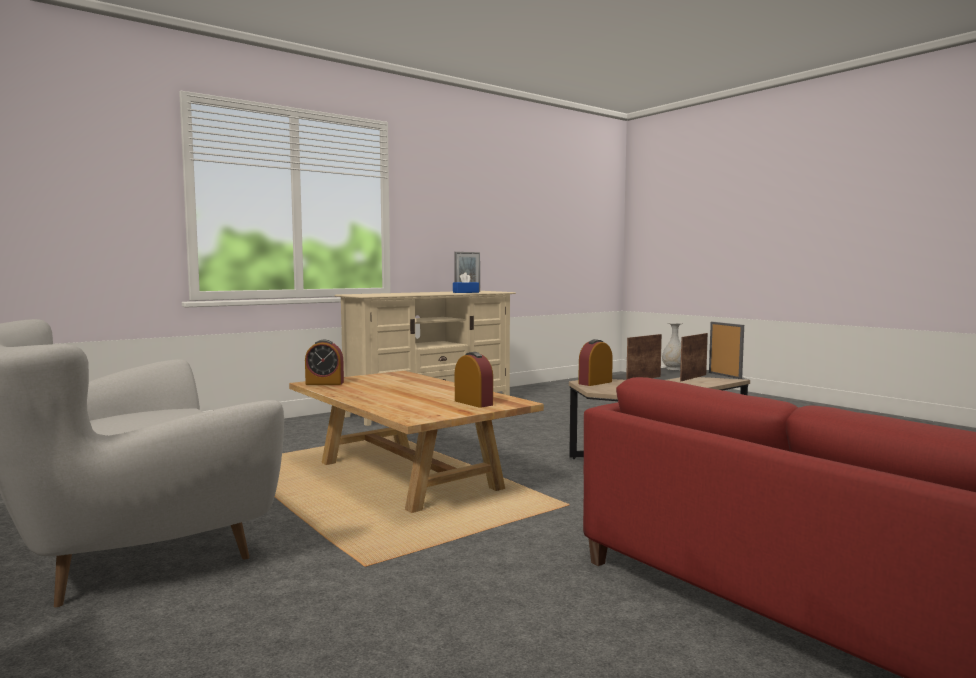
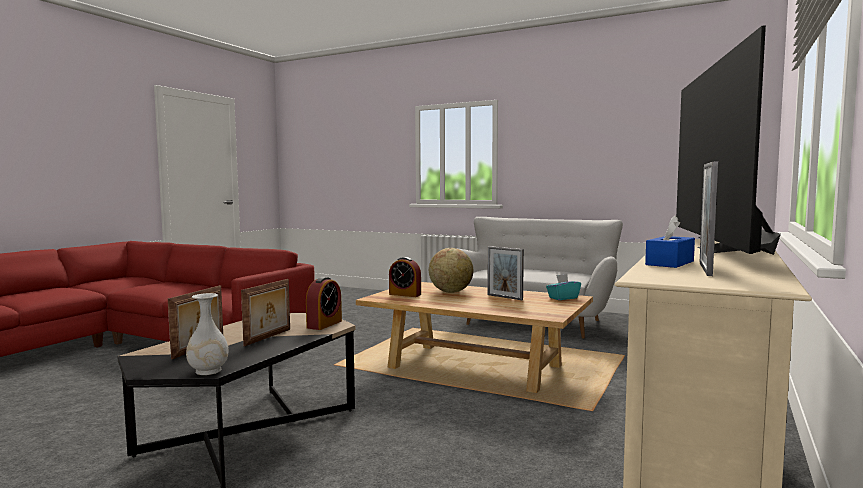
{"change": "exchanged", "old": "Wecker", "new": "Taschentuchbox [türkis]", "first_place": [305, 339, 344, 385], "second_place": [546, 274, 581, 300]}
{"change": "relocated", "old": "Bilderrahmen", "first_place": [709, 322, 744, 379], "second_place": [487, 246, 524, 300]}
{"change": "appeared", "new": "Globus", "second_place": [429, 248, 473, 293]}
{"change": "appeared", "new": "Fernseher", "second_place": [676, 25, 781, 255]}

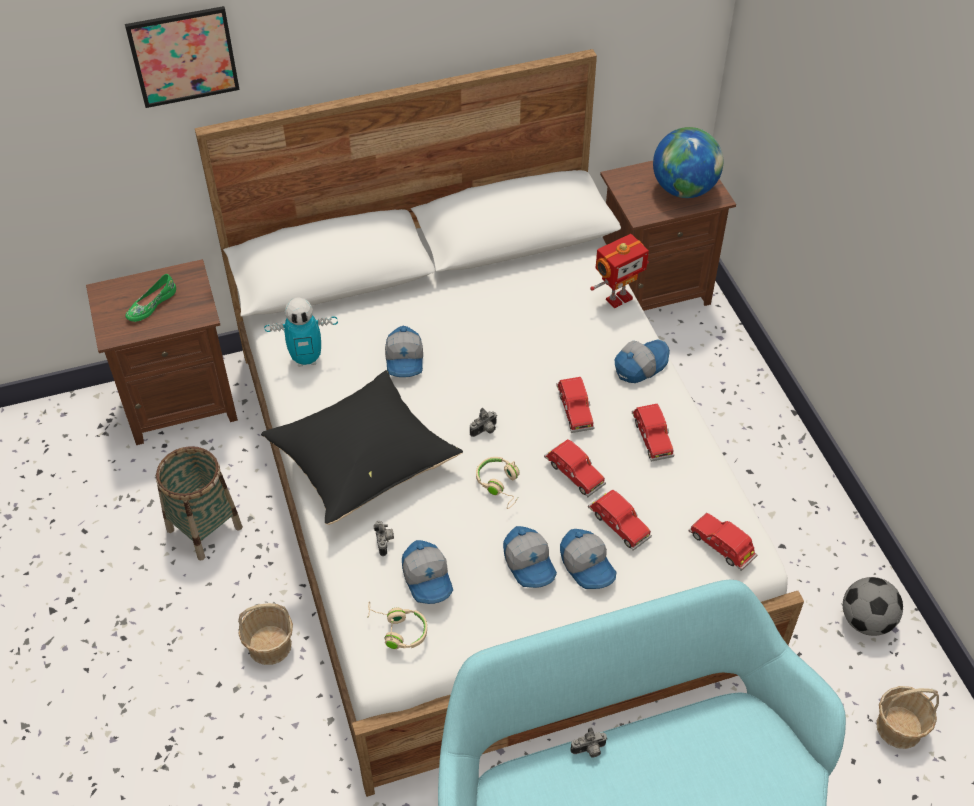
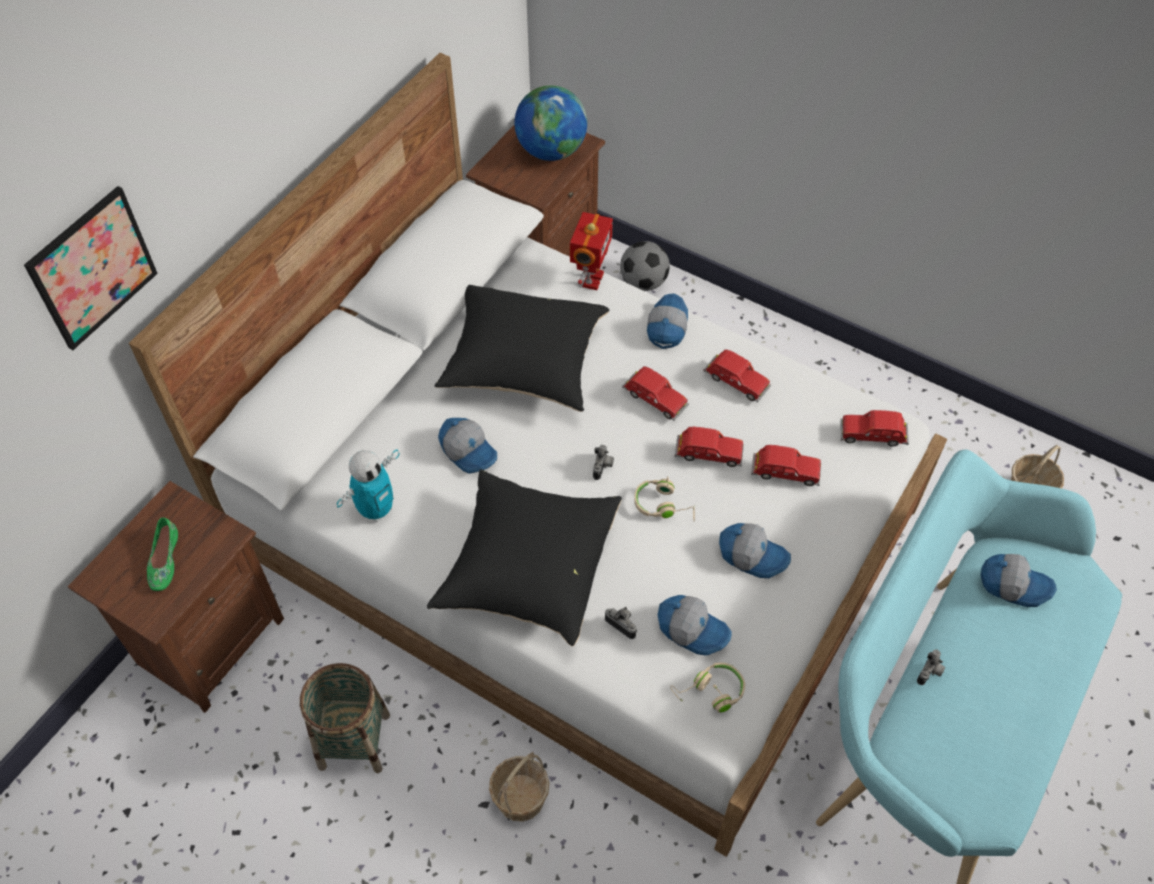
{"change": "relocated", "old": "Kappe", "first_place": [560, 529, 616, 589], "second_place": [981, 554, 1057, 607]}
{"change": "relocated", "old": "Fußball", "first_place": [843, 577, 903, 636], "second_place": [620, 241, 670, 291]}
{"change": "appeared", "new": "Kissen [schwarz]", "second_place": [435, 285, 610, 412]}

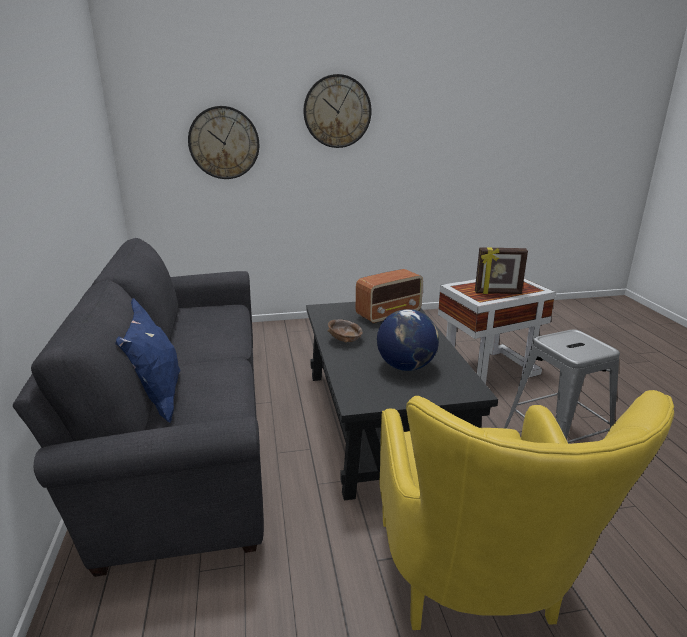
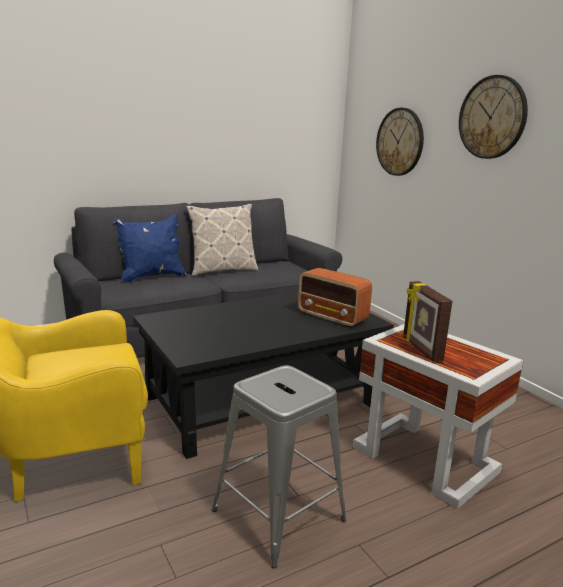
{"change": "missing", "old": "Schüssel [braun]", "first_place": [327, 320, 363, 343]}
{"change": "missing", "old": "Globus", "first_place": [377, 309, 439, 371]}
{"change": "appeared", "new": "Kissen", "second_place": [186, 204, 258, 276]}

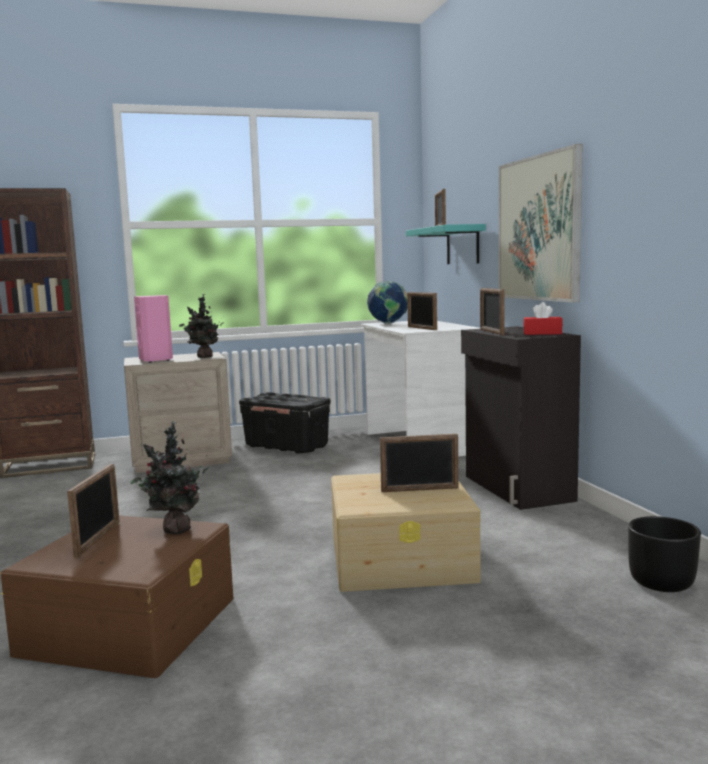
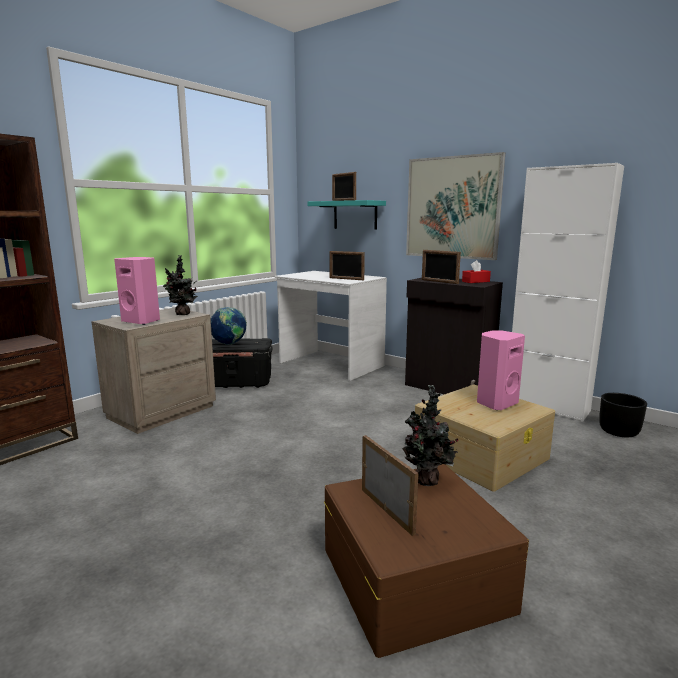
{"change": "relocated", "old": "Globus", "first_place": [367, 281, 408, 324], "second_place": [211, 307, 247, 345]}
{"change": "exchanged", "old": "Bilderrahmen", "new": "Lautsprecher [rosa]", "first_place": [380, 434, 459, 492], "second_place": [477, 330, 525, 410]}
{"change": "appeared", "new": "Schrank [weiß]", "second_place": [512, 163, 624, 422]}

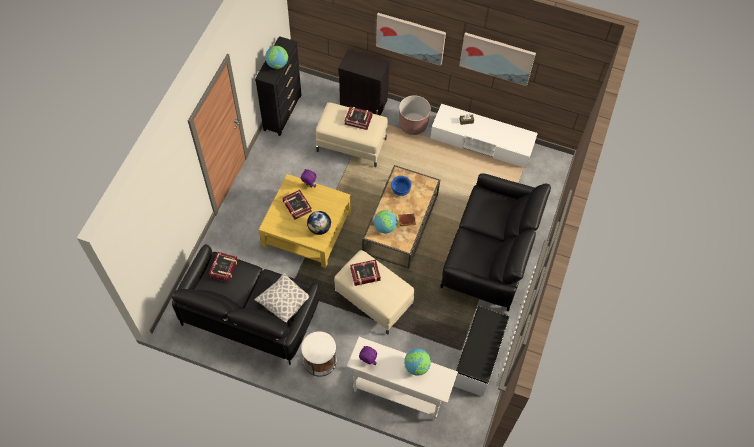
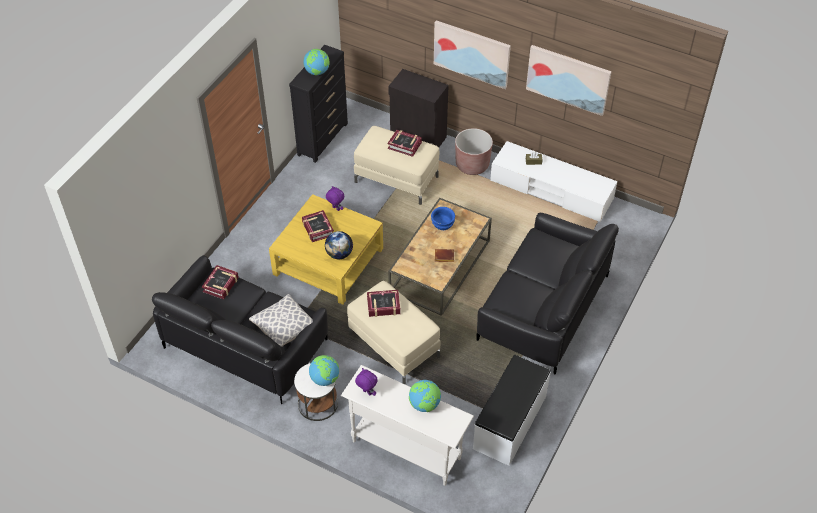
{"change": "relocated", "old": "Globus", "first_place": [374, 210, 397, 234], "second_place": [309, 355, 339, 386]}

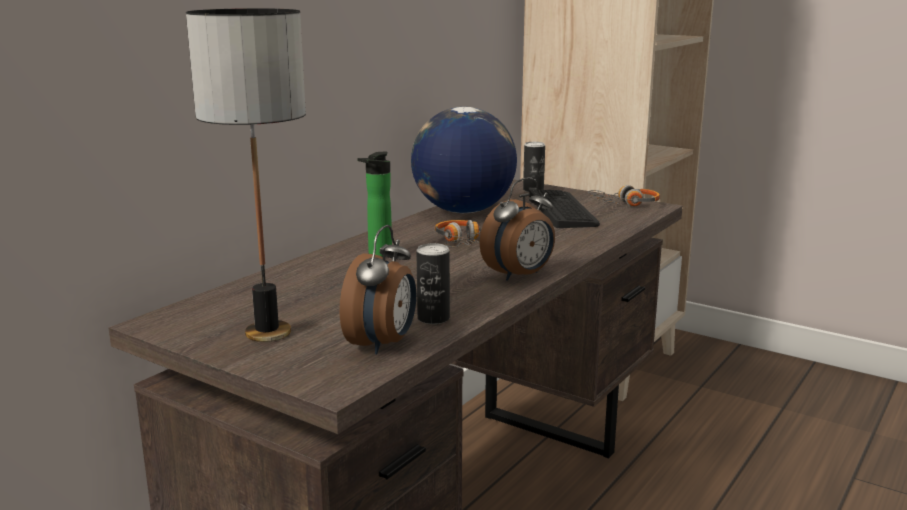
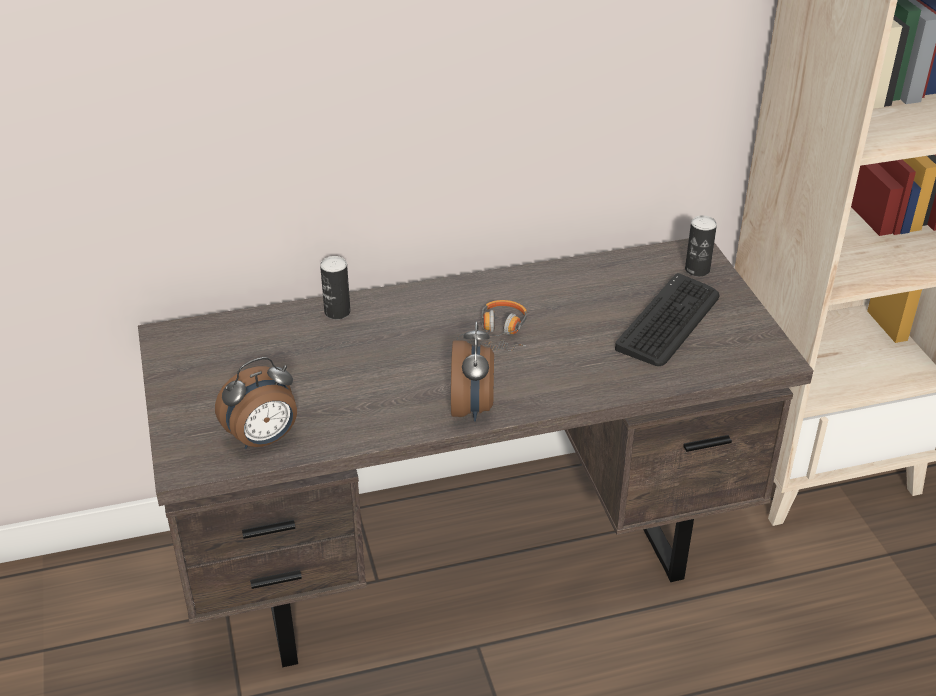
{"change": "missing", "old": "Tischlampe", "first_place": [186, 8, 306, 342]}
{"change": "missing", "old": "Flasche", "first_place": [357, 152, 392, 257]}
{"change": "missing", "old": "Globus", "first_place": [411, 107, 517, 213]}
{"change": "relocated", "old": "Dose", "first_place": [416, 243, 450, 324], "second_place": [320, 256, 350, 319]}
{"change": "spun", "old": "Wecker", "first_place": [479, 178, 555, 281], "second_place": [451, 321, 494, 422], "degrees": -90}
{"change": "missing", "old": "Kopfhörer", "first_place": [588, 185, 660, 207]}

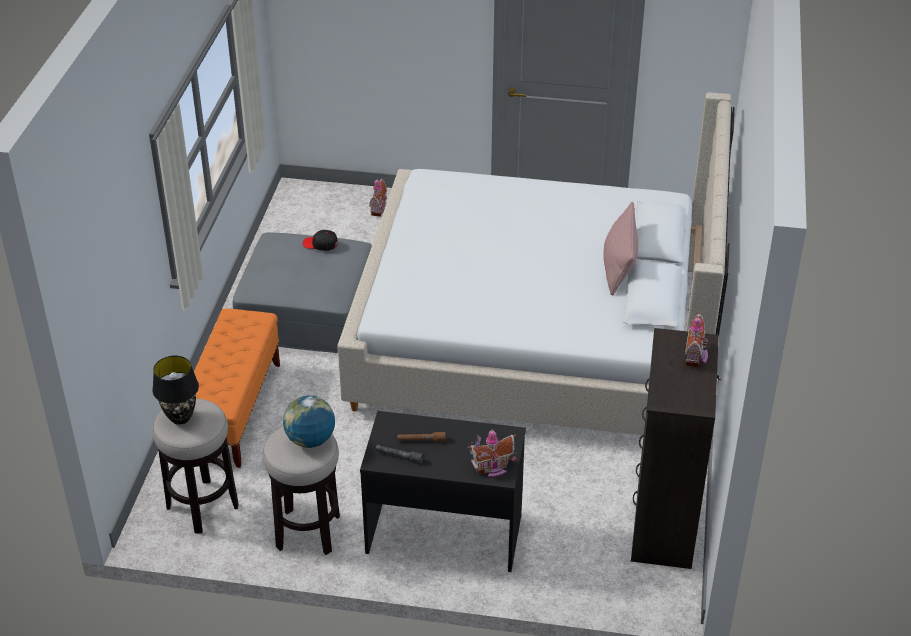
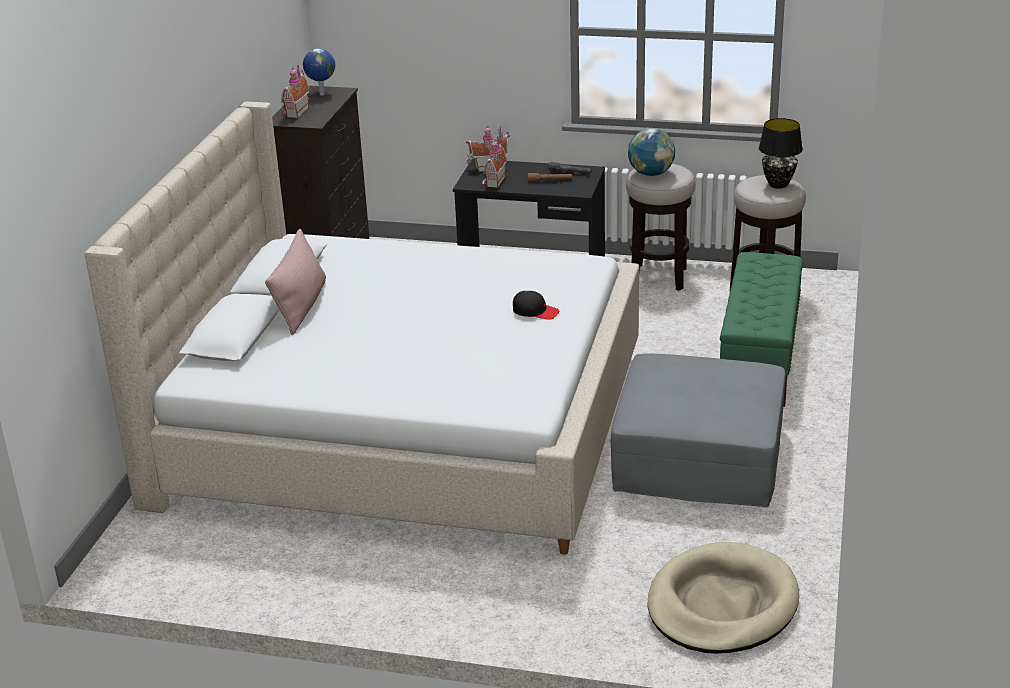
{"change": "colour", "old": "Bank [orange]", "new": "Bank [grün]", "first_place": [194, 309, 280, 468], "second_place": [720, 252, 803, 407]}
{"change": "relocated", "old": "Kappe [schwarz]", "first_place": [303, 230, 338, 251], "second_place": [513, 291, 559, 320]}
{"change": "relocated", "old": "Spielzeughaus", "first_place": [369, 177, 387, 216], "second_place": [482, 136, 507, 188]}
{"change": "appeared", "new": "Globus", "second_place": [303, 48, 335, 96]}
{"change": "appeared", "new": "Hundebett [beige]", "second_place": [647, 542, 799, 654]}

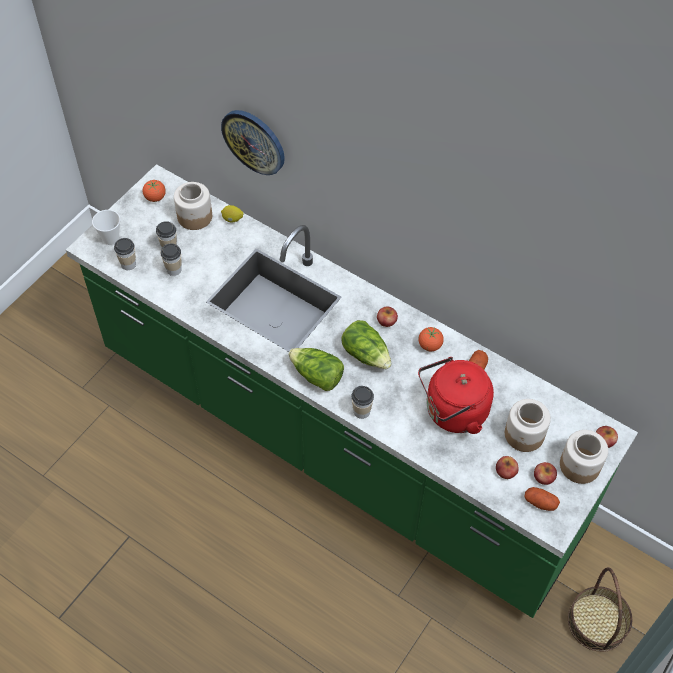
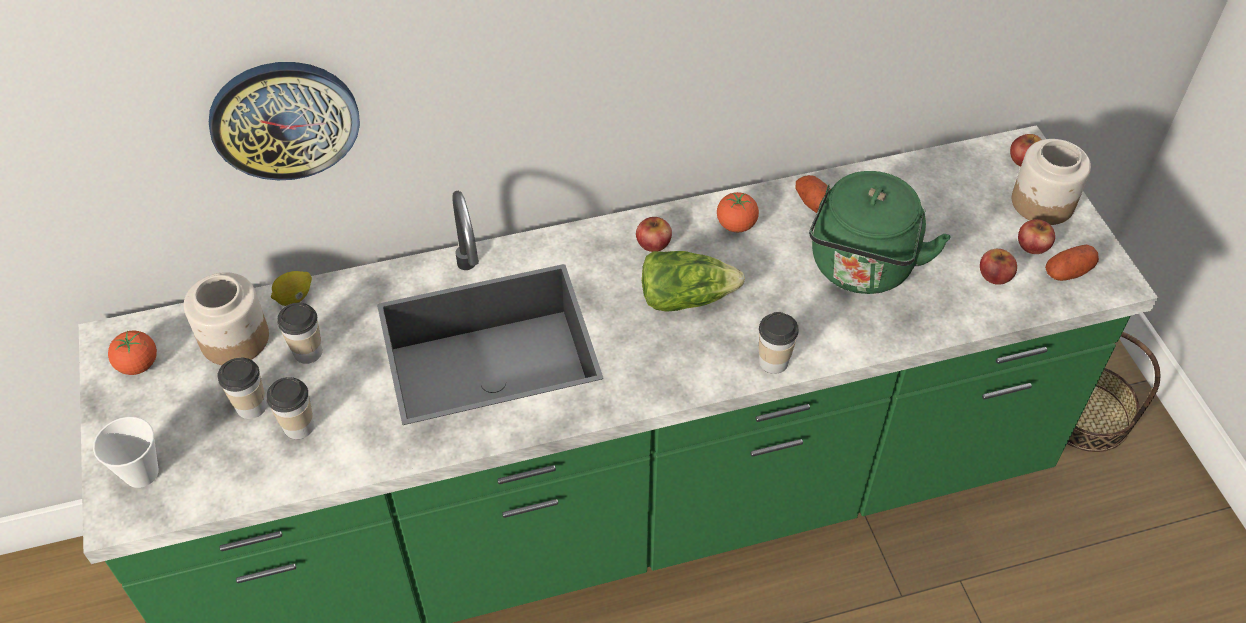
{"change": "relocated", "old": "Tasse", "first_place": [114, 238, 136, 270], "second_place": [278, 303, 322, 364]}
{"change": "missing", "old": "Salatkopf", "first_place": [288, 348, 344, 391]}
{"change": "colour", "old": "Wasserkessel [rot]", "new": "Wasserkessel [grün]", "first_place": [418, 357, 494, 434], "second_place": [809, 171, 951, 294]}
{"change": "missing", "old": "Vorratsglas", "first_place": [505, 399, 551, 452]}

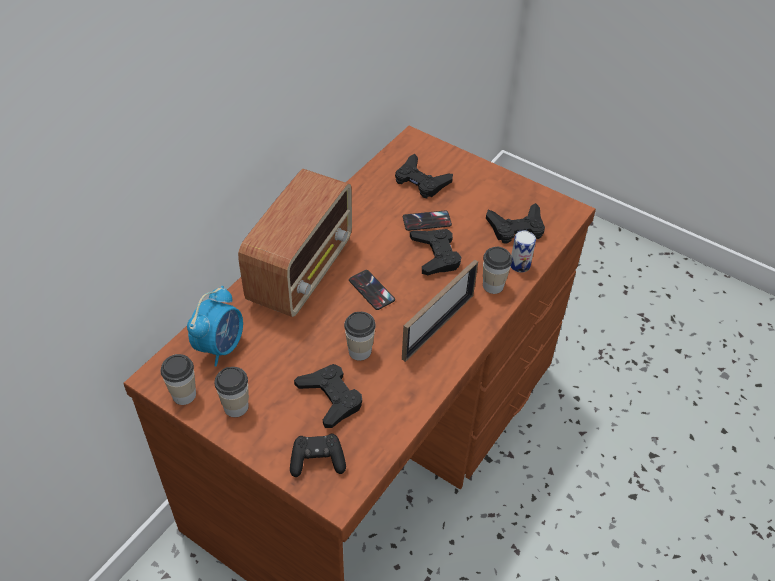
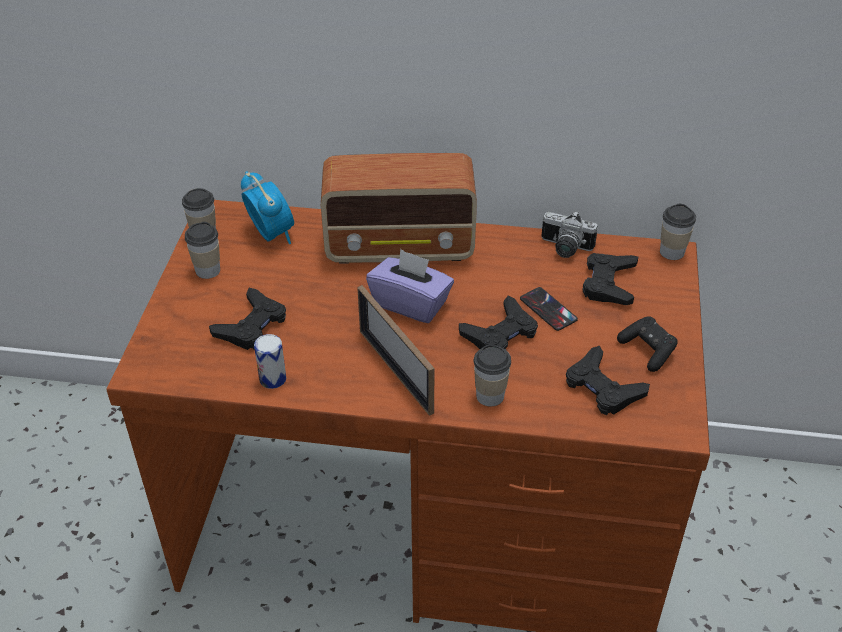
{"change": "spun", "old": "Wecker", "first_place": [187, 286, 243, 367], "second_place": [241, 171, 294, 244], "degrees": -120}
{"change": "relocated", "old": "Gamepad [schwarz]", "first_place": [290, 434, 346, 477], "second_place": [617, 316, 678, 372]}
{"change": "relocated", "old": "Tasse", "first_place": [344, 312, 376, 361], "second_place": [660, 204, 696, 260]}
{"change": "exchanged", "old": "Handy", "new": "Taschentuchbox [lila]", "first_place": [349, 270, 395, 310], "second_place": [366, 249, 454, 323]}
{"change": "spun", "old": "Bilderrahmen", "first_place": [402, 259, 478, 362], "second_place": [357, 285, 435, 416], "degrees": 45}
{"change": "relocated", "old": "Dose", "first_place": [511, 231, 536, 273], "second_place": [254, 334, 286, 389]}
{"change": "appeared", "new": "Kamera", "second_place": [542, 211, 598, 258]}

